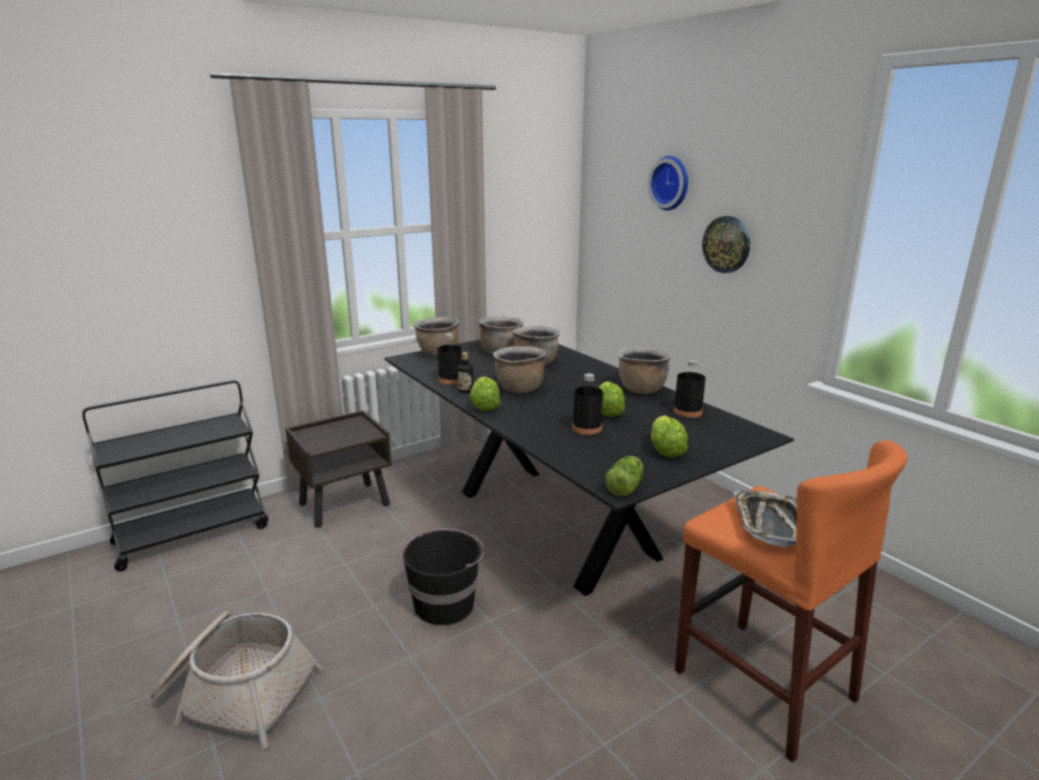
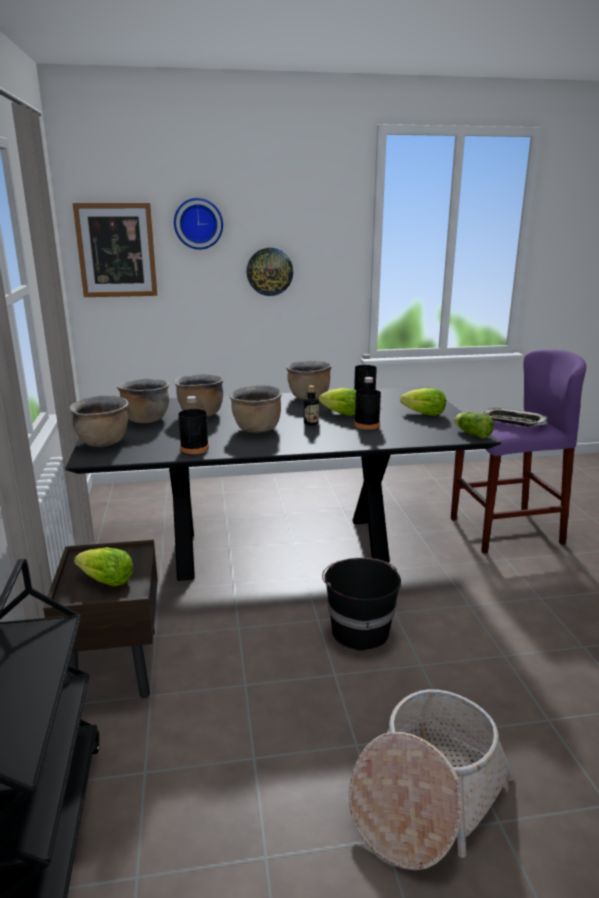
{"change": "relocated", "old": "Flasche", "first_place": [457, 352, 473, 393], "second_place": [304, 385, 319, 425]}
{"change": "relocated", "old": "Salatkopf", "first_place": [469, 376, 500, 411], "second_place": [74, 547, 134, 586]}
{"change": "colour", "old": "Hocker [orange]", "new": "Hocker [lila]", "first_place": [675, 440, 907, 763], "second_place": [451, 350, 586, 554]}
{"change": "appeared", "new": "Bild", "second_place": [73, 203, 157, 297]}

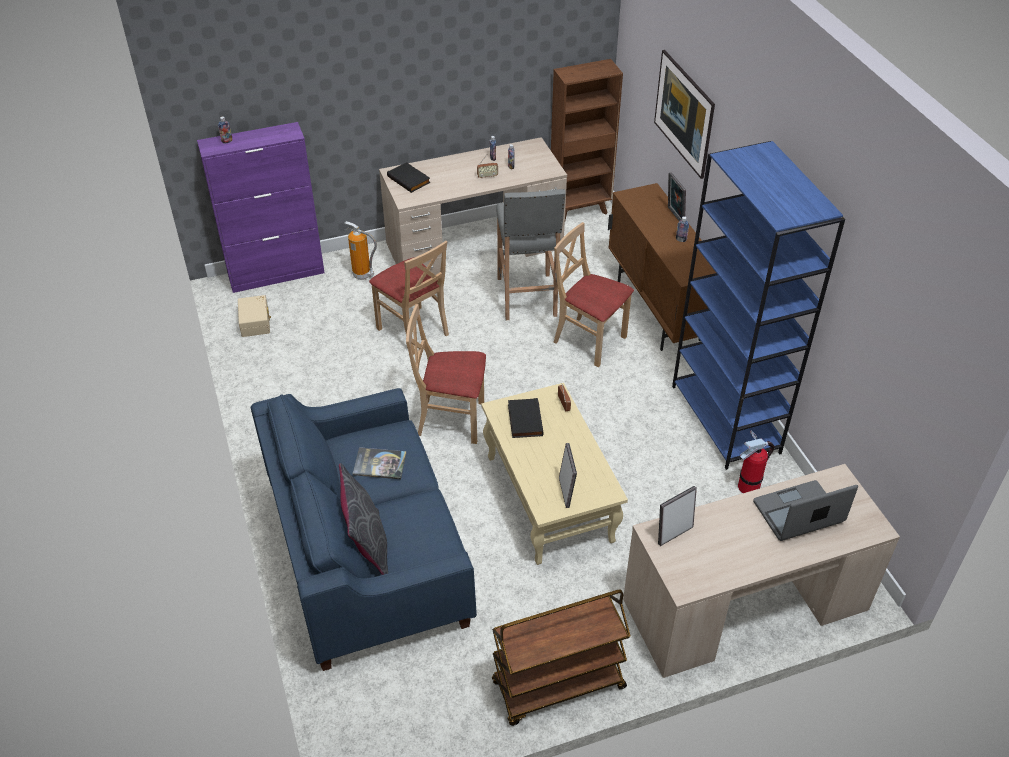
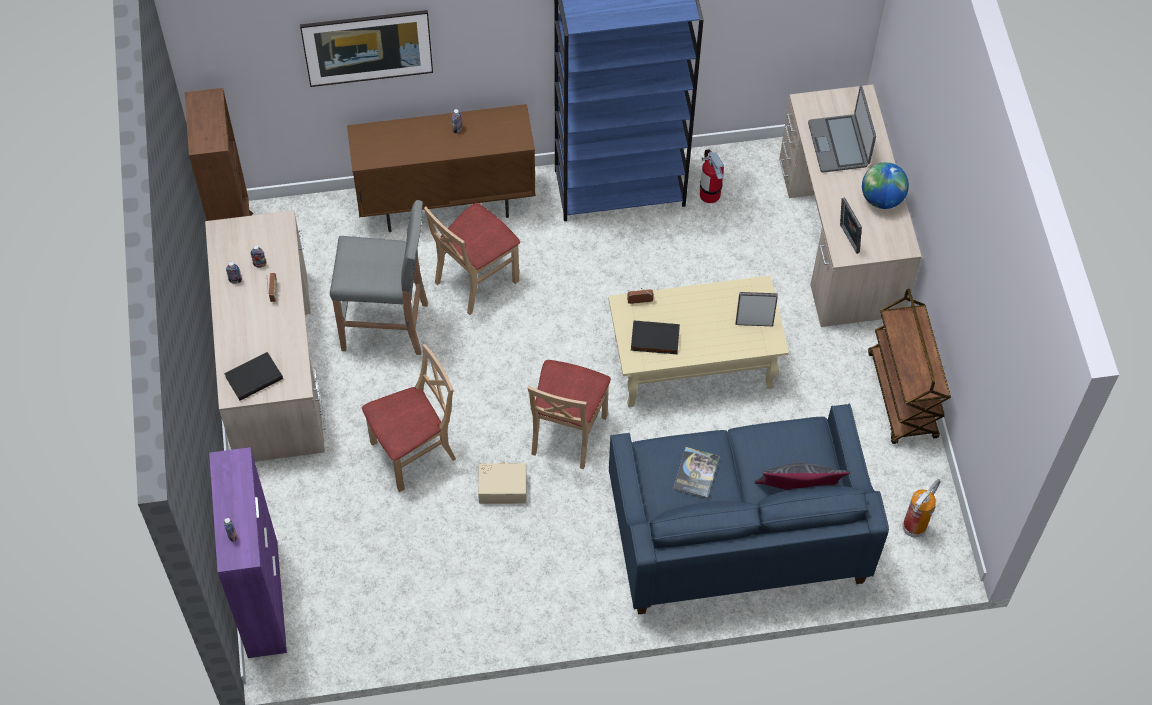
{"change": "relocated", "old": "Aufbewahrungsbox [beige]", "first_place": [238, 295, 271, 337], "second_place": [478, 463, 526, 504]}
{"change": "relocated", "old": "Feuerlöscher", "first_place": [344, 221, 377, 280], "second_place": [902, 479, 941, 537]}
{"change": "missing", "old": "Bilderrahmen", "first_place": [668, 172, 686, 221]}
{"change": "appeared", "new": "Globus", "second_place": [862, 162, 909, 209]}

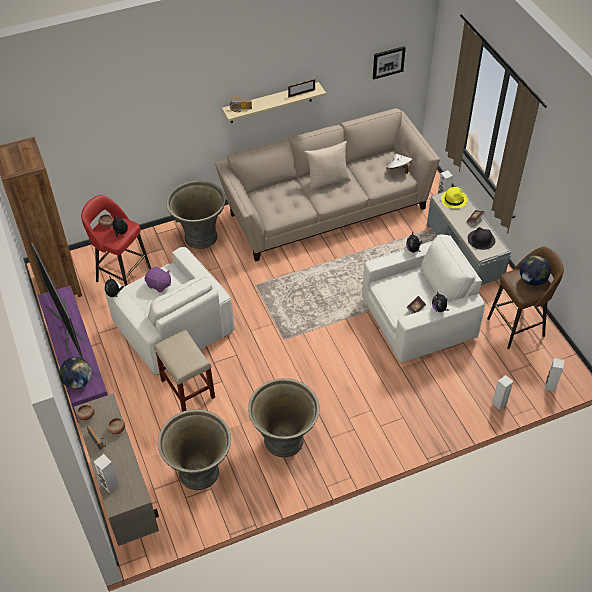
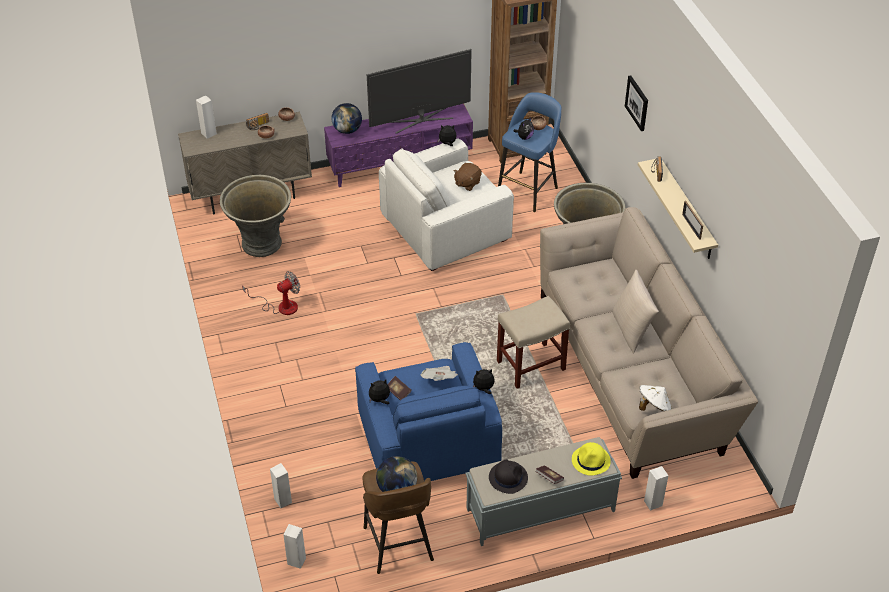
{"change": "colour", "old": "Hocker [rot]", "new": "Hocker [blau]", "first_place": [81, 195, 151, 286], "second_place": [498, 92, 562, 212]}
{"change": "colour", "old": "Plüschtier [lila]", "new": "Plüschtier [braun]", "first_place": [145, 267, 171, 293], "second_place": [453, 163, 482, 191]}
{"change": "relocated", "old": "Hocker [beige]", "first_place": [154, 330, 215, 412], "second_place": [497, 296, 570, 389]}
{"change": "exchanged", "old": "Pflanzkübel [grau]", "new": "Ventilator", "first_place": [248, 378, 320, 457], "second_place": [242, 271, 300, 315]}
{"change": "colour", "old": "Sessel [weiß]", "new": "Sessel [blau]", "first_place": [362, 234, 485, 362], "second_place": [355, 342, 502, 481]}
{"change": "relocated", "old": "Bild", "first_place": [373, 46, 406, 79], "second_place": [625, 76, 648, 131]}
{"change": "appeared", "new": "Zeitung", "second_place": [420, 366, 458, 381]}

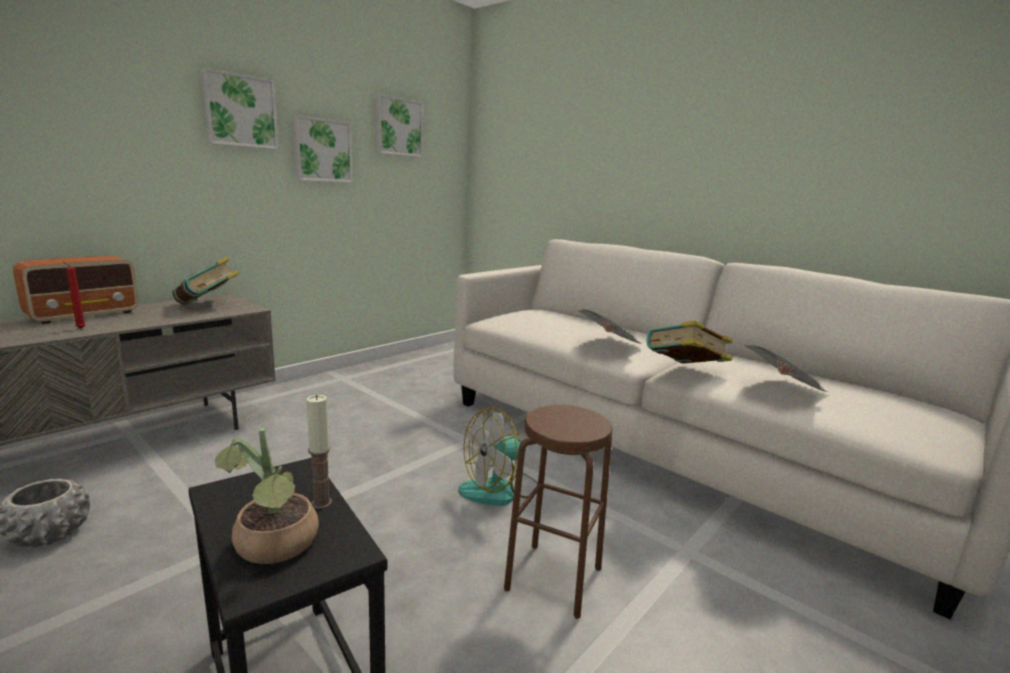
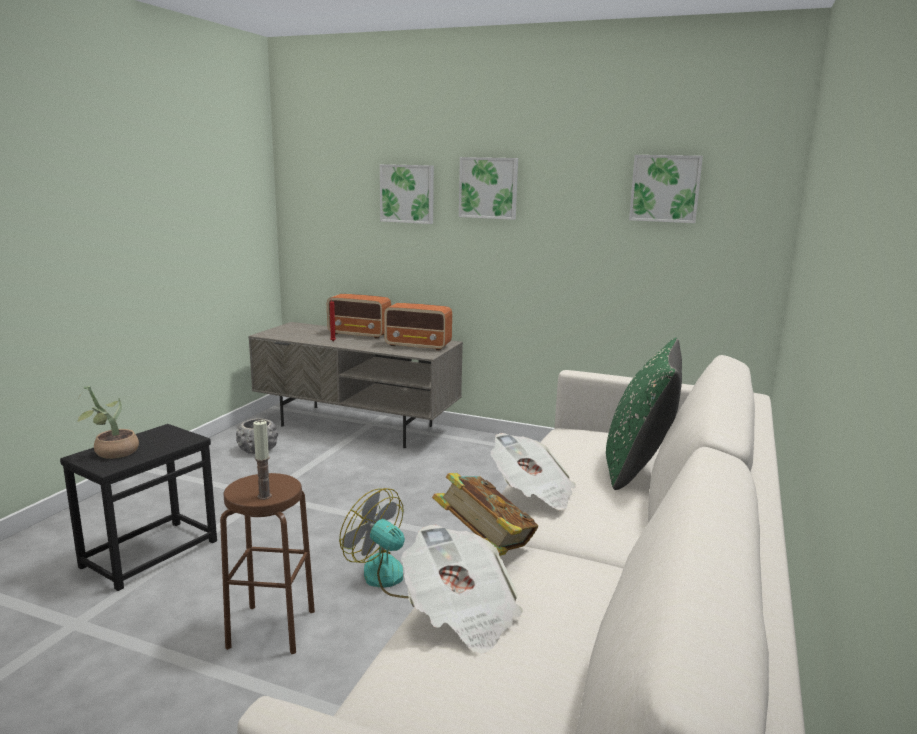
{"change": "exchanged", "old": "Buch", "new": "Radio", "first_place": [172, 257, 239, 305], "second_place": [384, 303, 452, 351]}
{"change": "relocated", "old": "Bild", "first_place": [293, 115, 353, 183], "second_place": [380, 164, 434, 224]}
{"change": "relocated", "old": "Kerze", "first_place": [307, 395, 332, 509], "second_place": [253, 420, 272, 500]}
{"change": "appeared", "new": "Kissen [grün]", "second_place": [606, 338, 682, 490]}

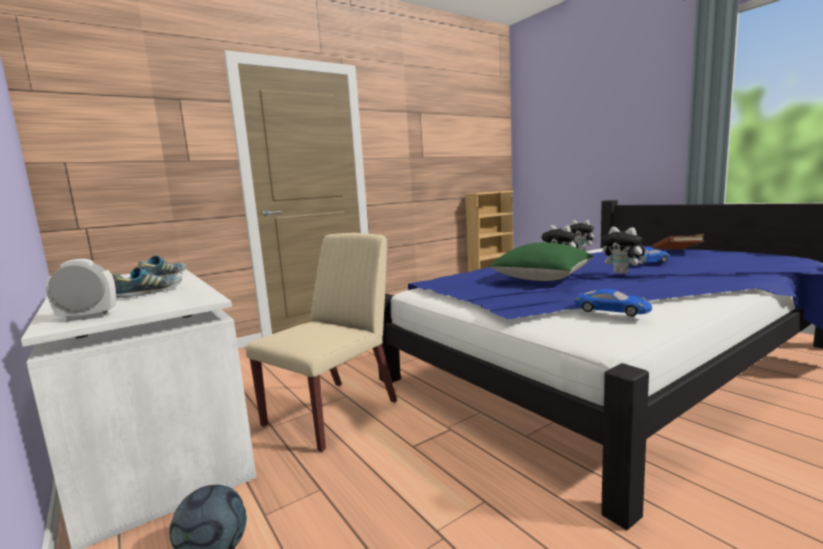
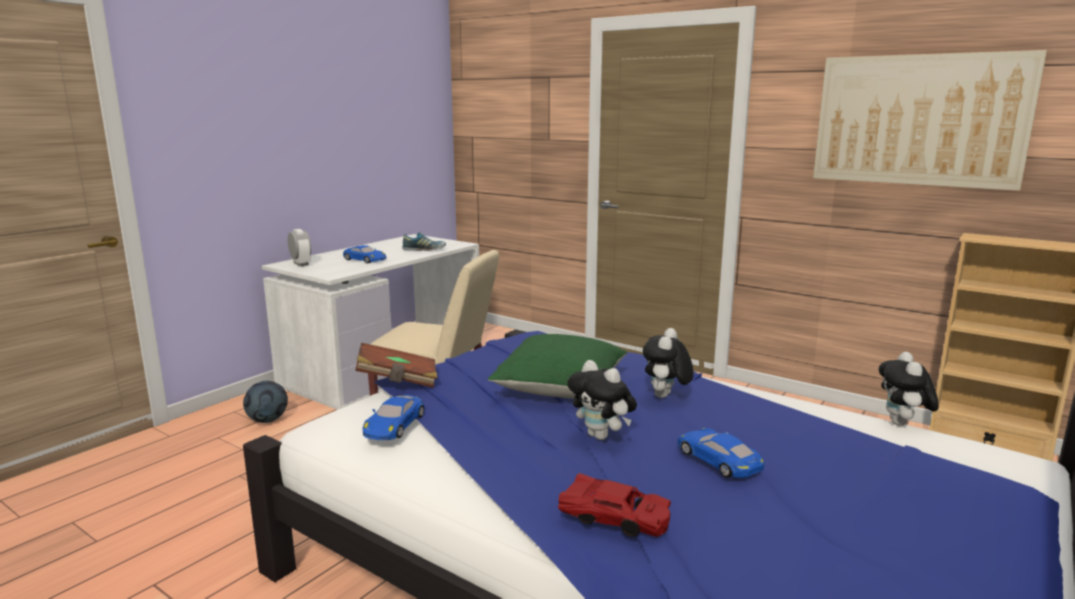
{"change": "exchanged", "old": "Schuh", "new": "Spielzeugauto [blau]", "first_place": [112, 267, 182, 298], "second_place": [343, 245, 386, 263]}
{"change": "spun", "old": "Plüschtier", "first_place": [601, 227, 647, 274], "second_place": [567, 360, 637, 440], "degrees": -75}
{"change": "relocated", "old": "Buch [braun]", "first_place": [652, 234, 704, 250], "second_place": [355, 343, 437, 388]}
{"change": "appeared", "new": "Spielzeugauto [rot]", "second_place": [558, 473, 671, 537]}
{"change": "appeared", "new": "Bild", "second_place": [813, 50, 1047, 191]}

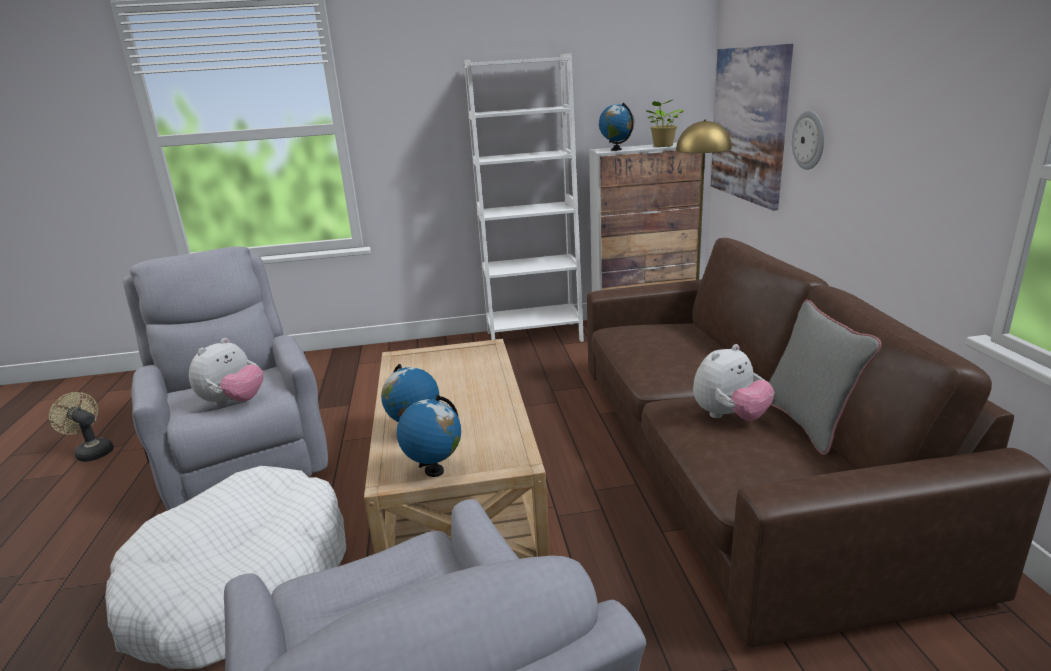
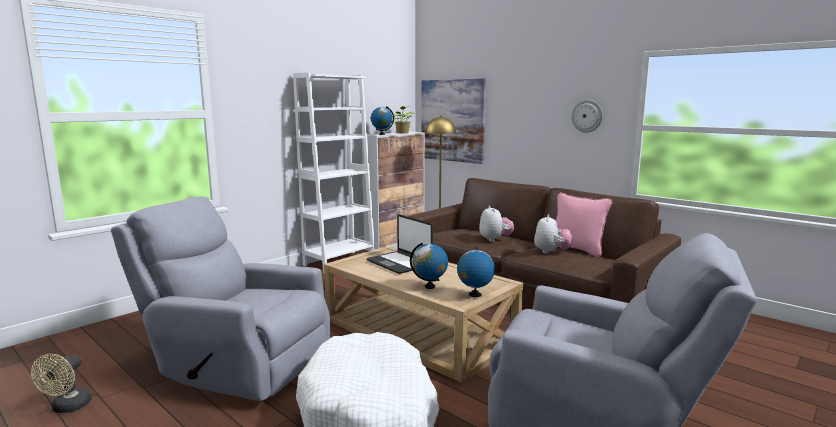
{"change": "spun", "old": "Ventilator [beige]", "first_place": [49, 392, 114, 462], "second_place": [31, 354, 92, 413], "degrees": -75}
{"change": "relocated", "old": "Plüschtier", "first_place": [189, 338, 263, 407], "second_place": [479, 206, 514, 242]}
{"change": "colour", "old": "Kissen [grau]", "new": "Kissen [rosa]", "first_place": [769, 300, 882, 455], "second_place": [556, 192, 613, 257]}
{"change": "relocated", "old": "Wanduhr", "first_place": [792, 111, 824, 170], "second_place": [571, 99, 603, 133]}
{"change": "appeared", "new": "Laptop", "second_place": [367, 214, 433, 274]}

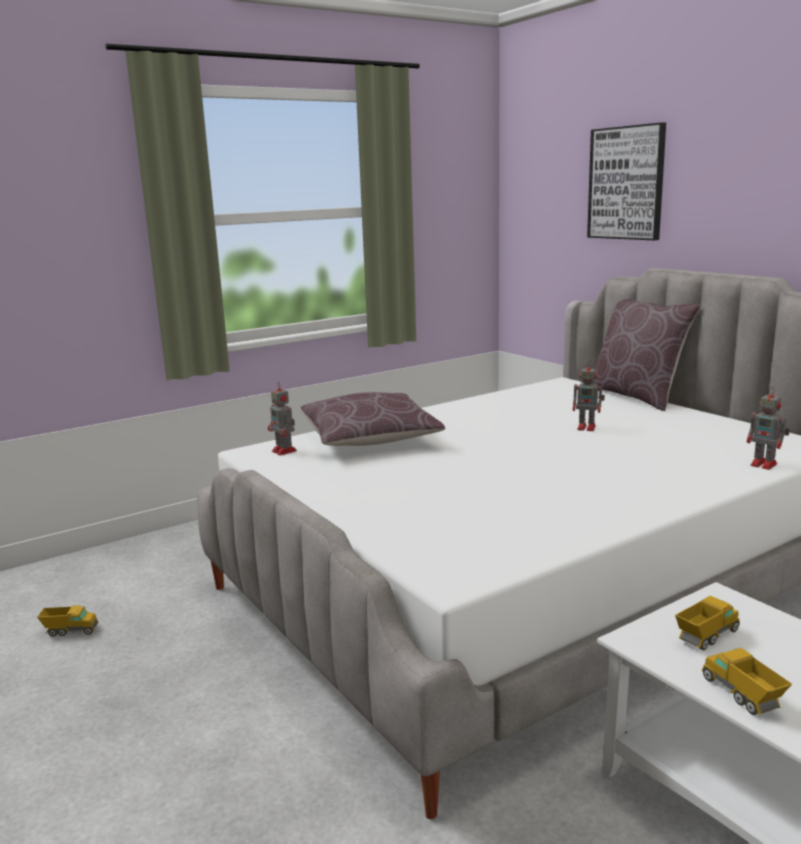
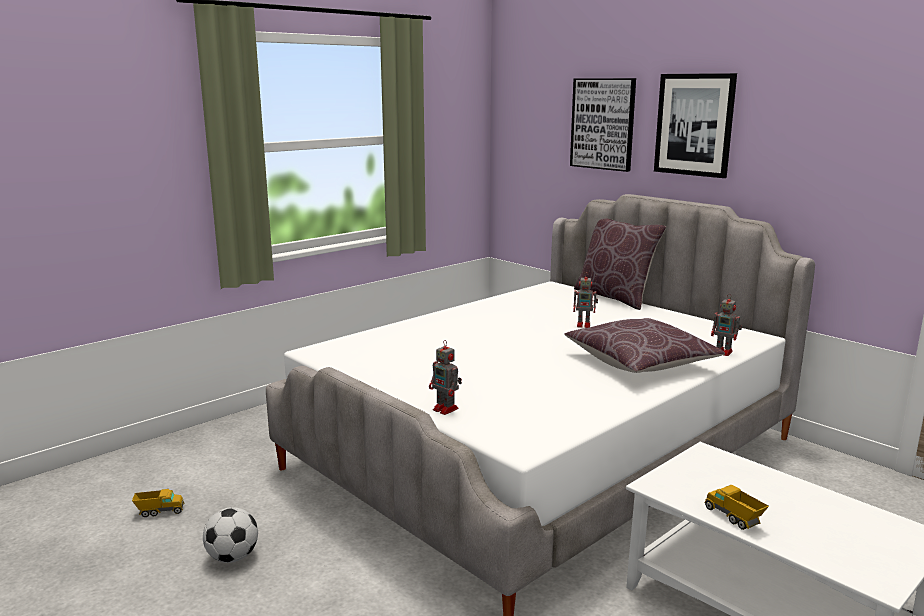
{"change": "relocated", "old": "Spielzeugroboter", "first_place": [268, 382, 297, 455], "second_place": [429, 340, 462, 415]}
{"change": "relocated", "old": "Kissen [braun]", "first_place": [300, 392, 445, 446], "second_place": [564, 318, 725, 373]}
{"change": "missing", "old": "Spielzeuglaster", "first_place": [675, 596, 740, 650]}
{"change": "appeared", "new": "Fußball", "second_place": [203, 507, 258, 563]}
{"change": "appeared", "new": "Bild", "second_place": [654, 73, 737, 178]}

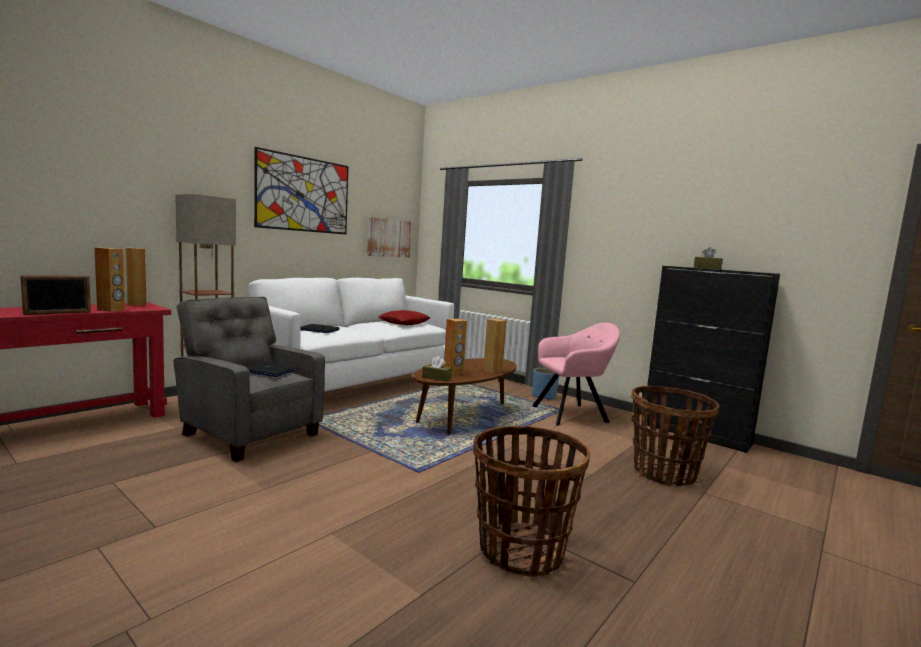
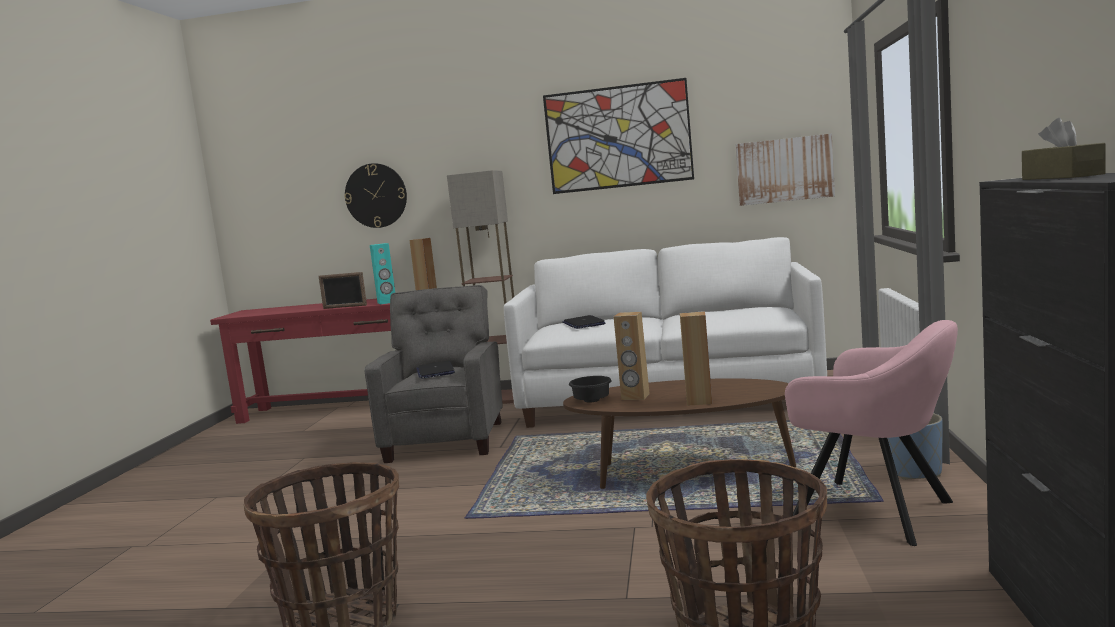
{"change": "colour", "old": "Lautsprecher [braun]", "new": "Lautsprecher [türkis]", "first_place": [95, 248, 125, 312], "second_place": [370, 243, 395, 305]}
{"change": "missing", "old": "Kissen [rot]", "first_place": [378, 310, 430, 325]}
{"change": "exchanged", "old": "Taschentuchbox [braun]", "new": "Schüssel [schwarz]", "first_place": [422, 356, 452, 382], "second_place": [569, 376, 611, 403]}
{"change": "appeared", "new": "Wanduhr", "second_place": [344, 163, 407, 228]}

